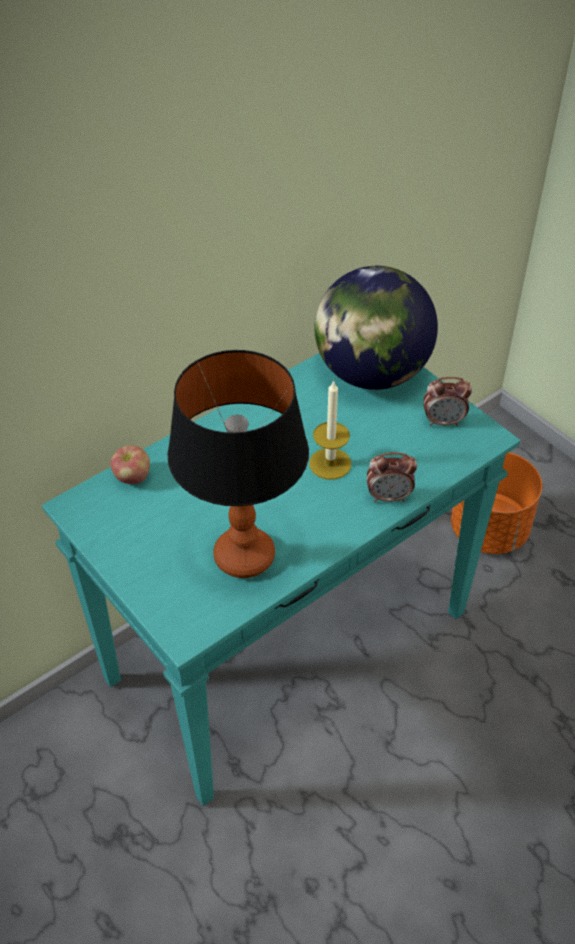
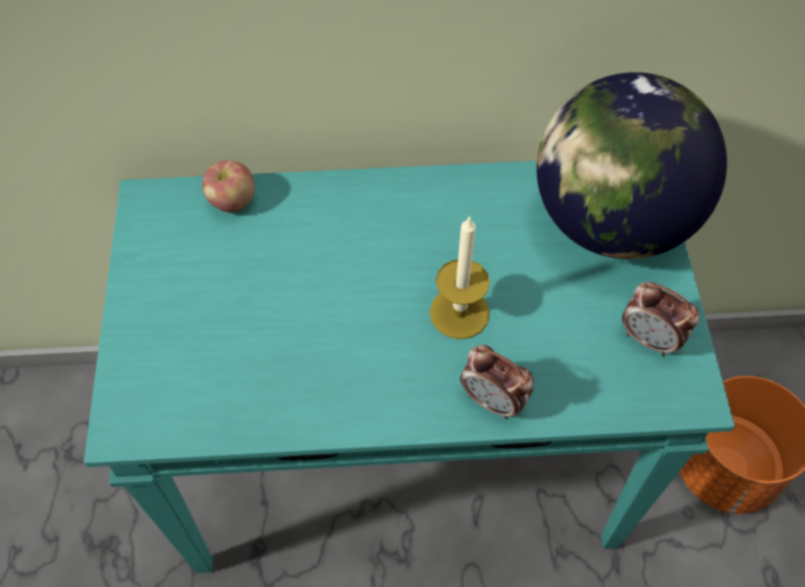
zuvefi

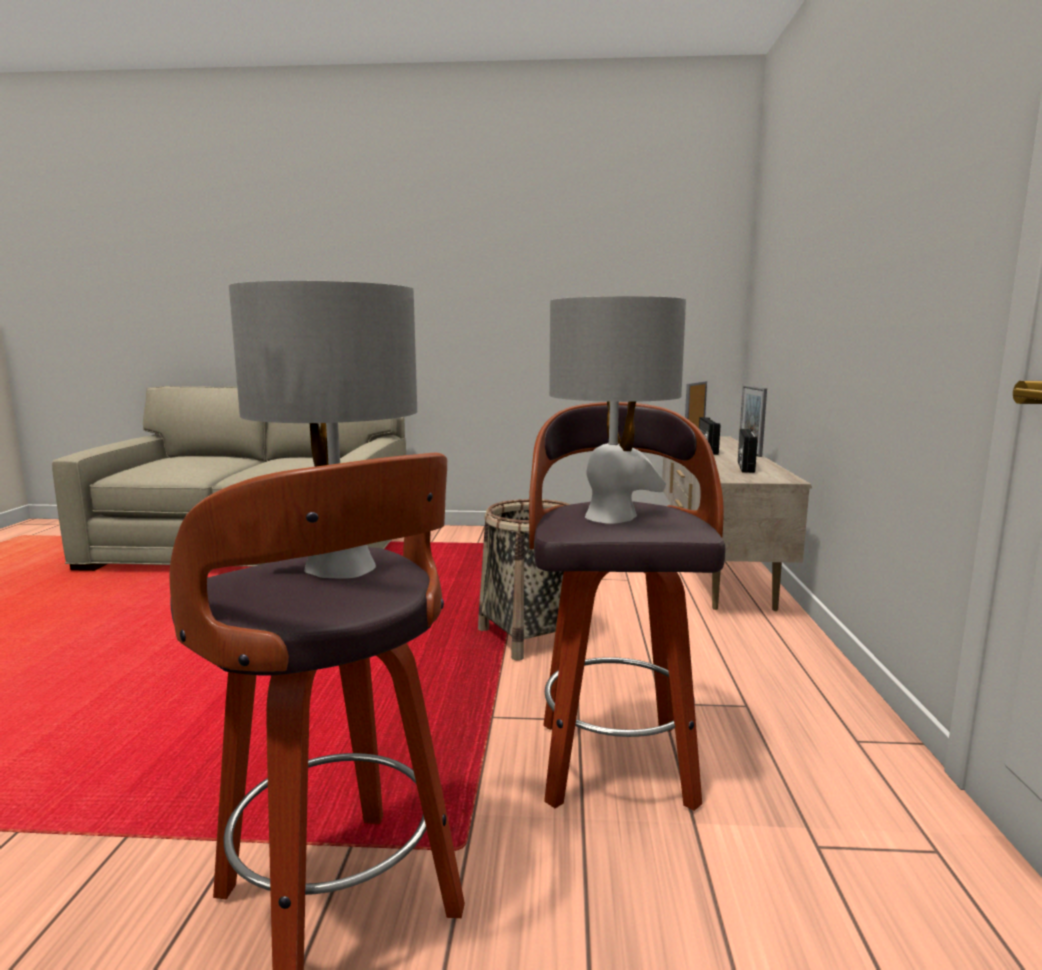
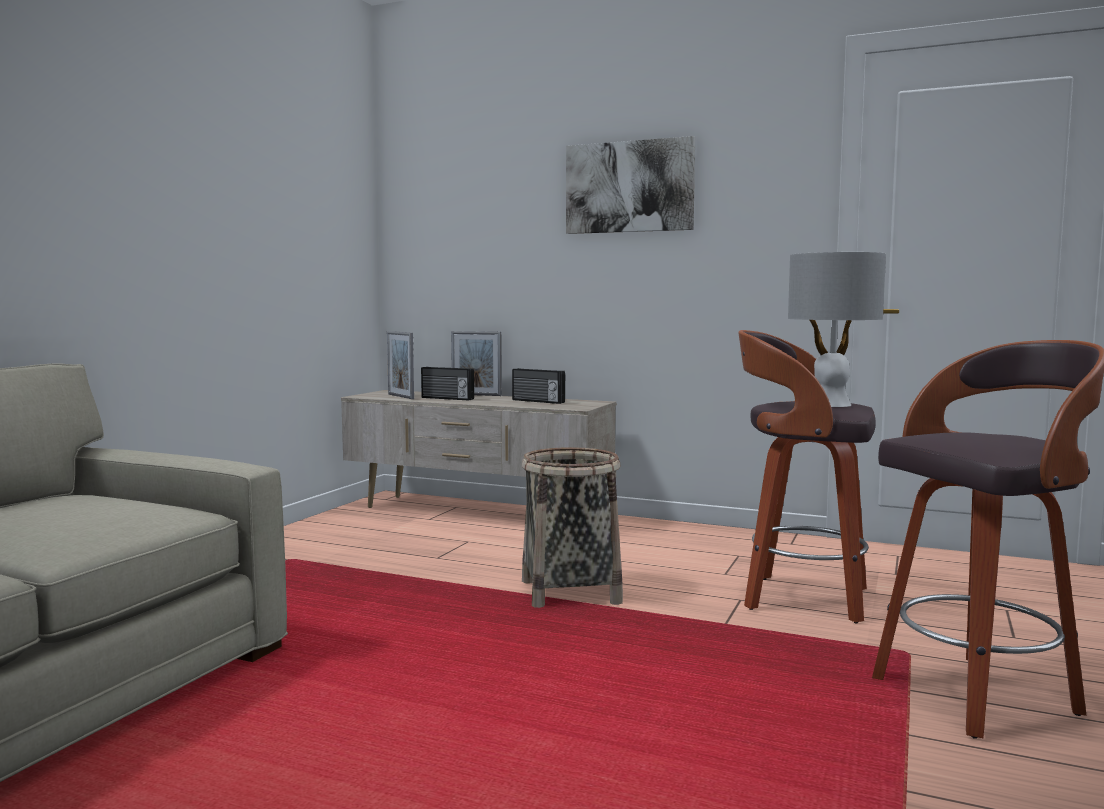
zuvefi (grey) (no. 1 from left in the first image); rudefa

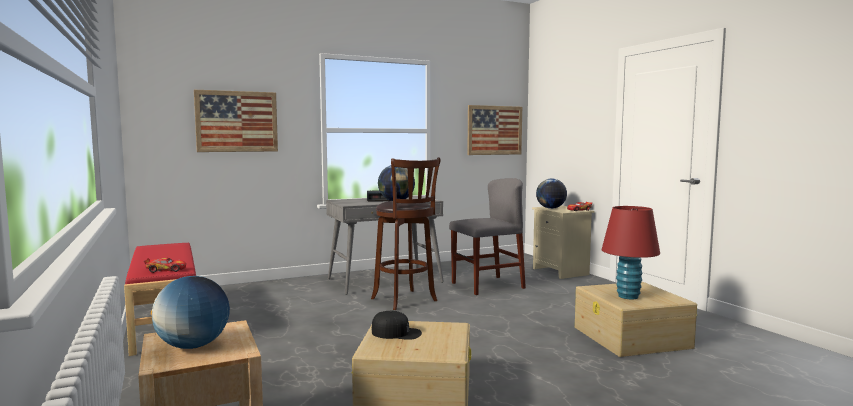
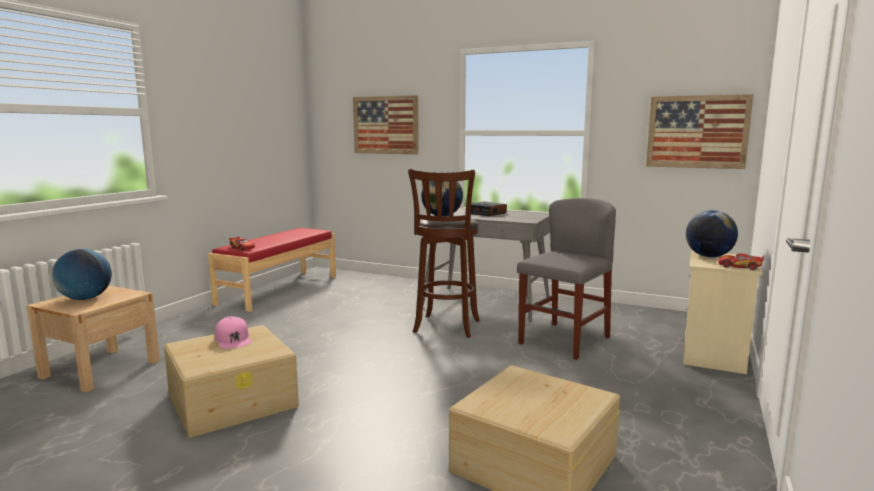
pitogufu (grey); zuvefi (red); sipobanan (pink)

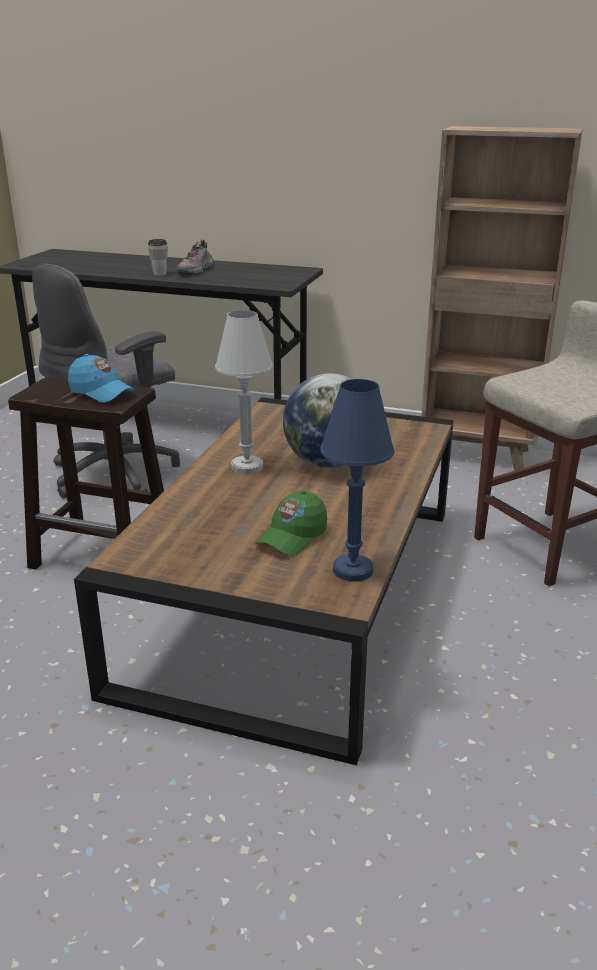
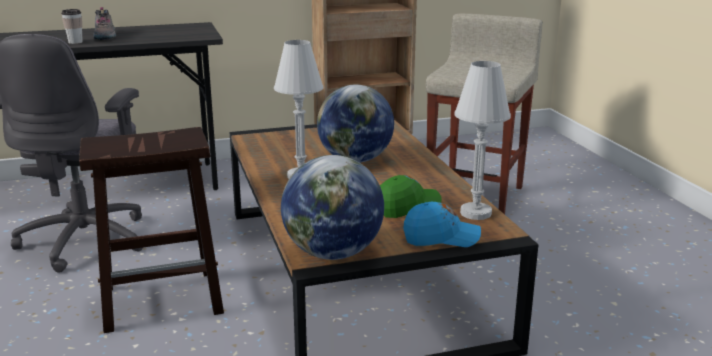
sipobanan (blue); zuvefi (white) (no. 2 from left); sipobanan (green); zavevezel (no. 1 from left)

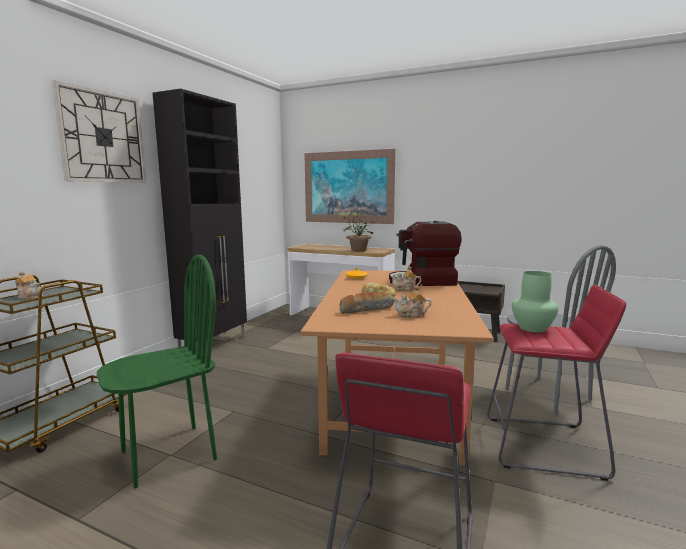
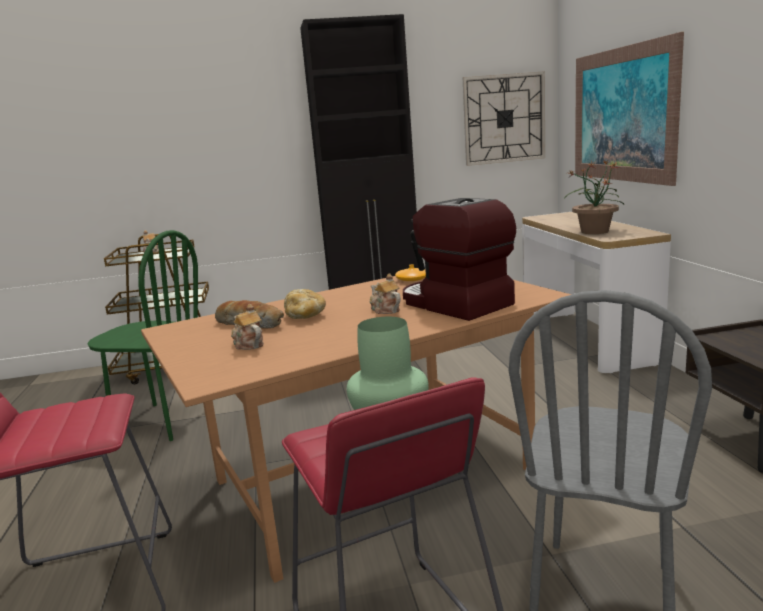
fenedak

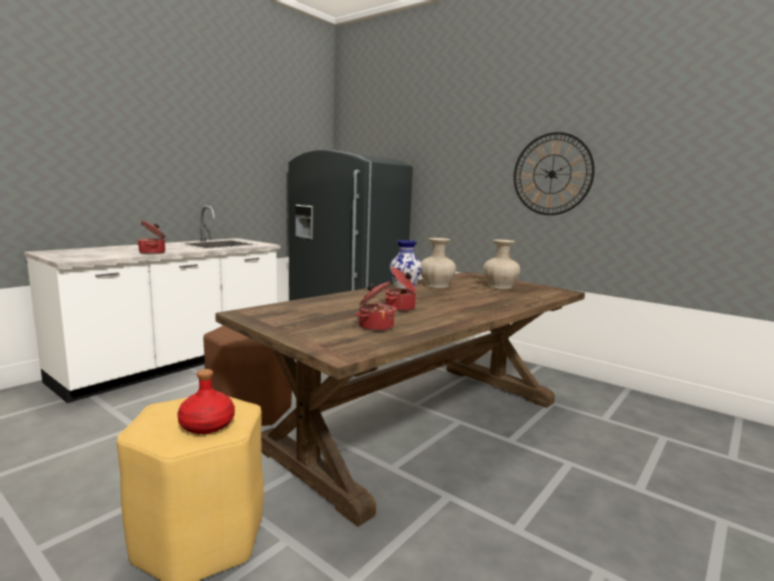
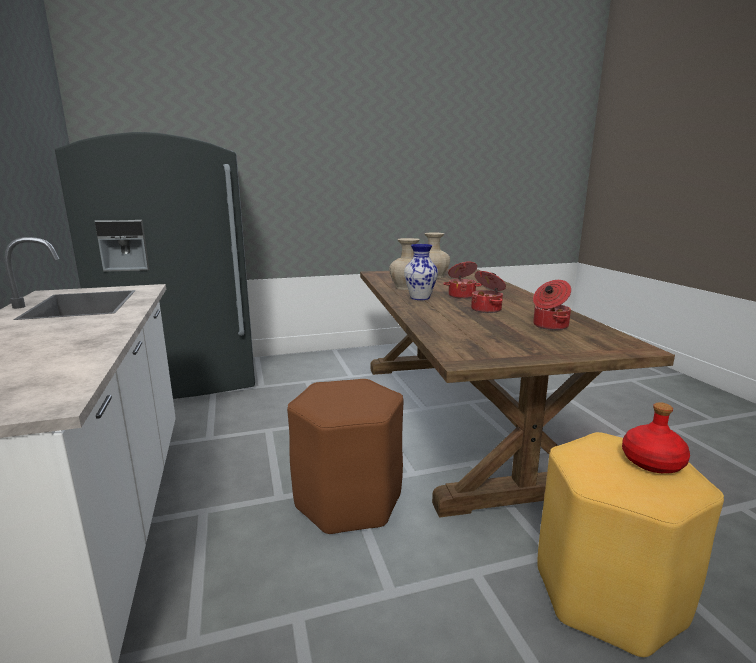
fenedak; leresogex (no. 1 from left)

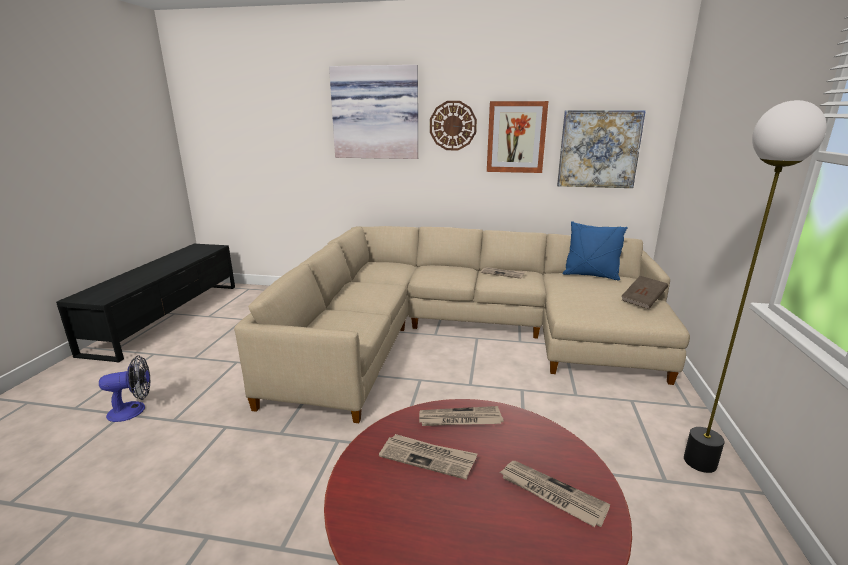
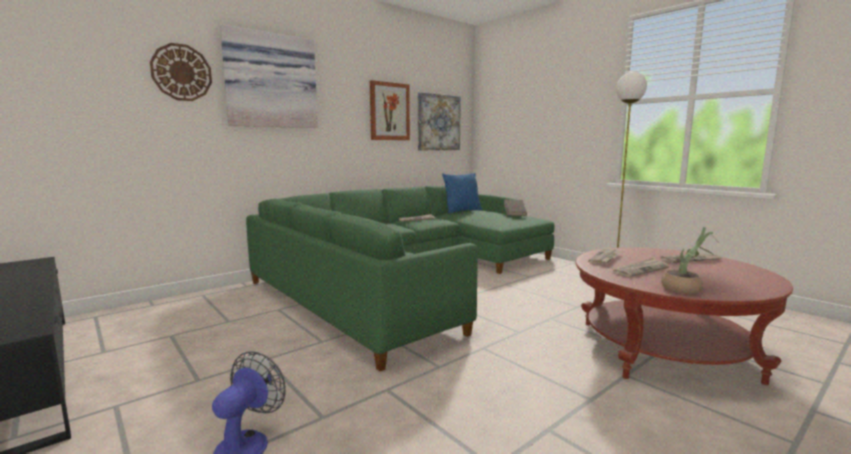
fenedak; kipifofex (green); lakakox

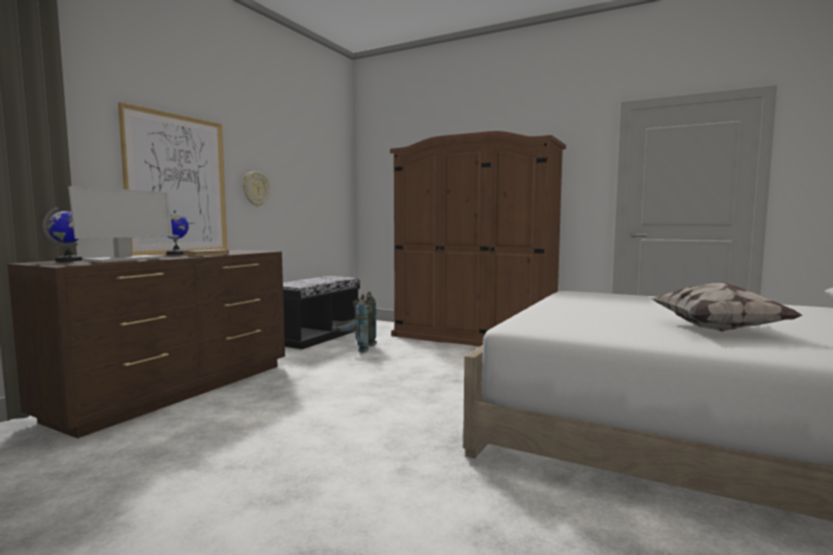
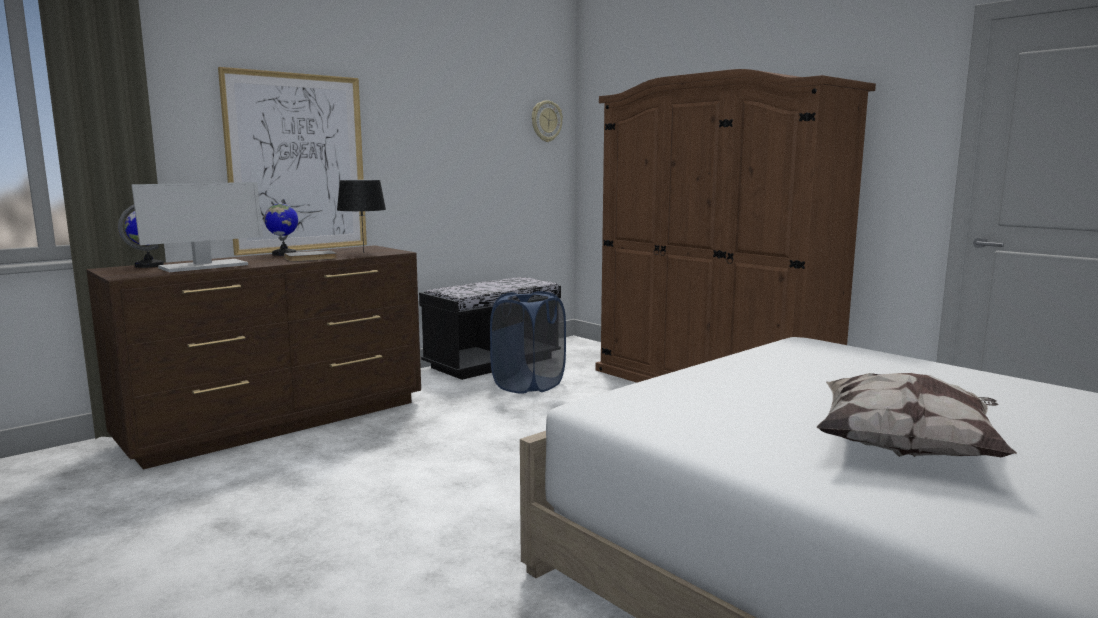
fenedak; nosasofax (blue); zuvefi (black)

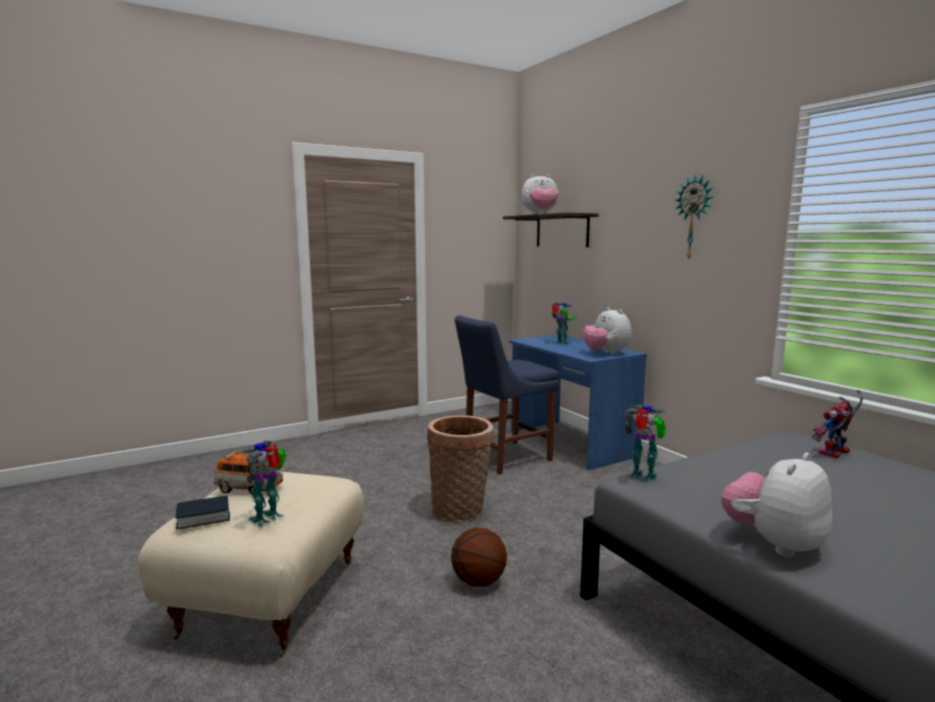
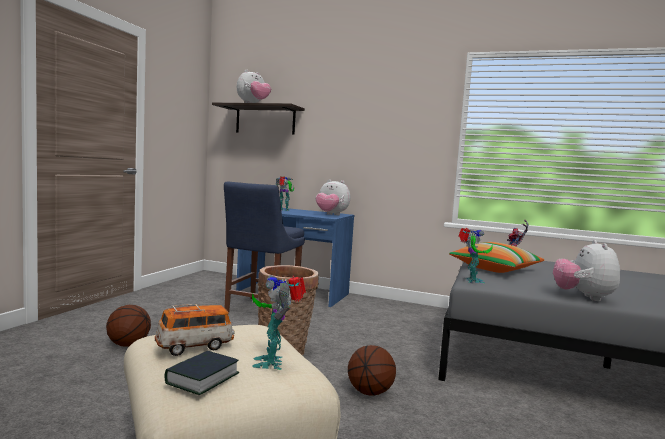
fenedak; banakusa (no. 3 from left); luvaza; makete (no. 1 from left)

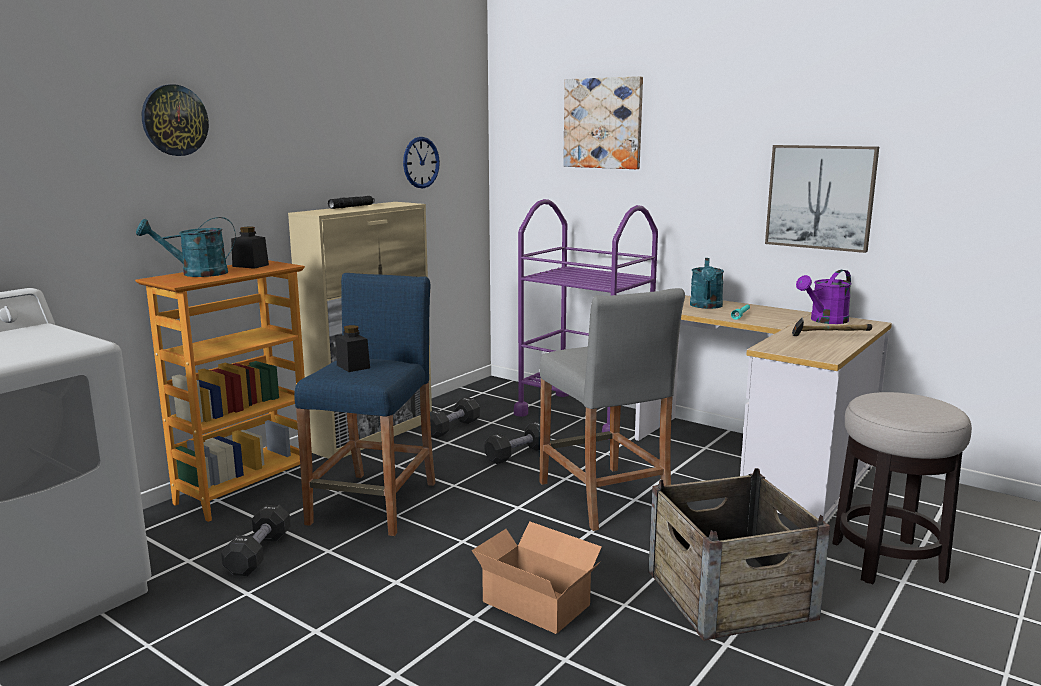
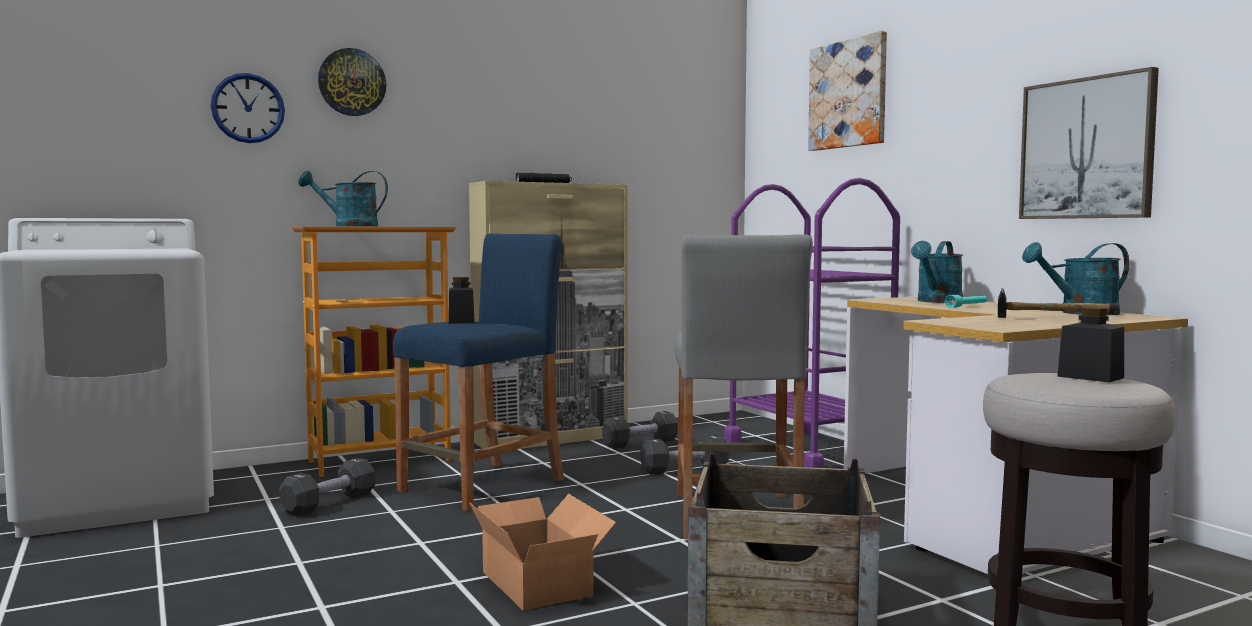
fenedak (no. 1 from left); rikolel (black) (no. 2 from left); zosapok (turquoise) (no. 3 from left)

